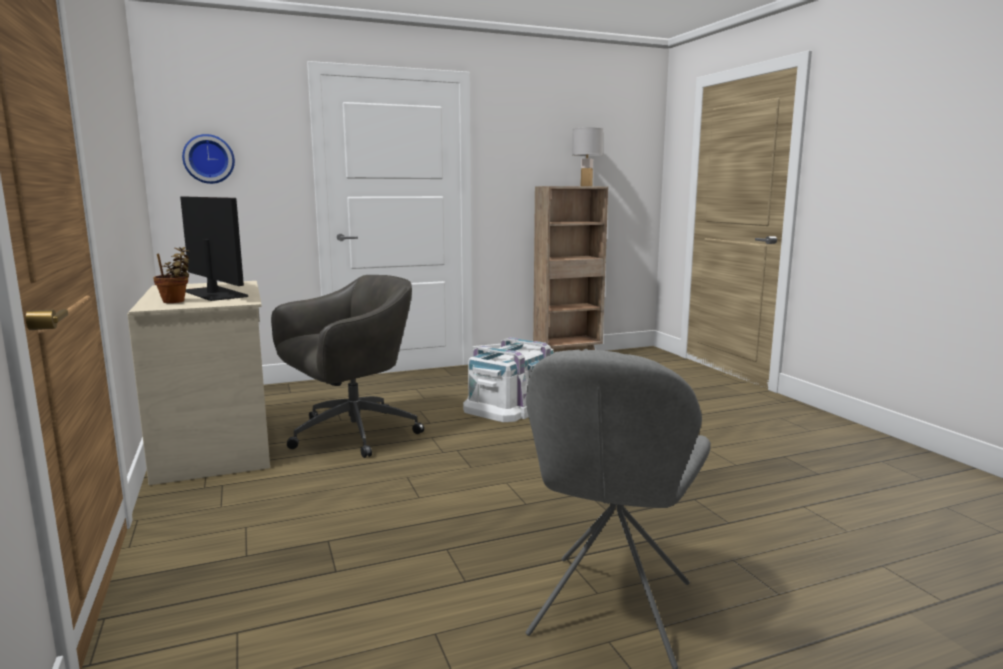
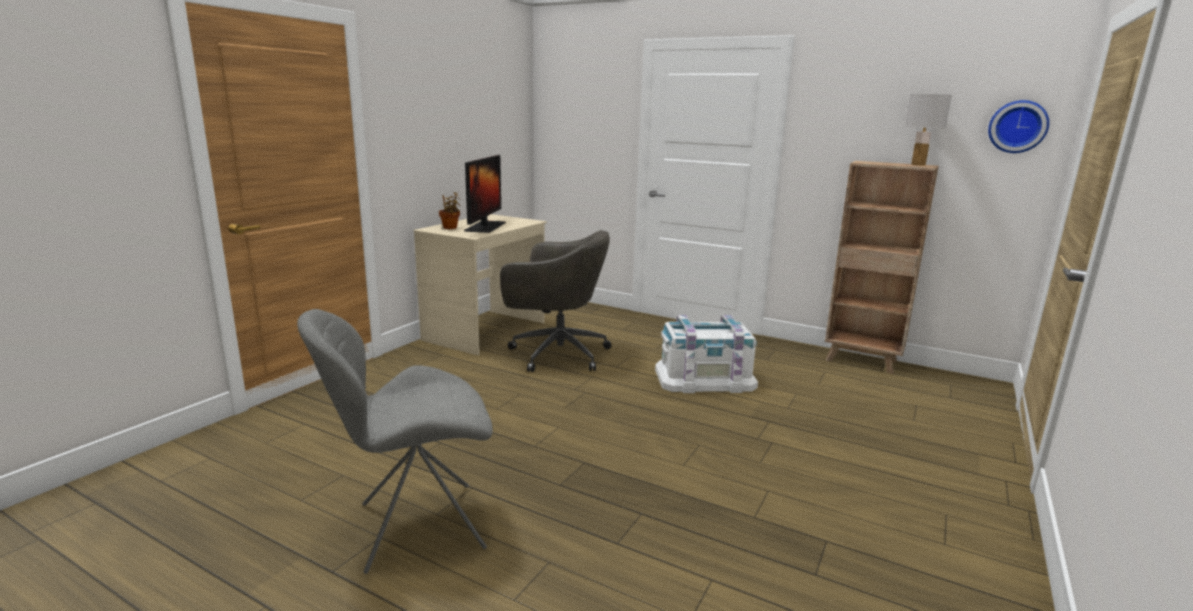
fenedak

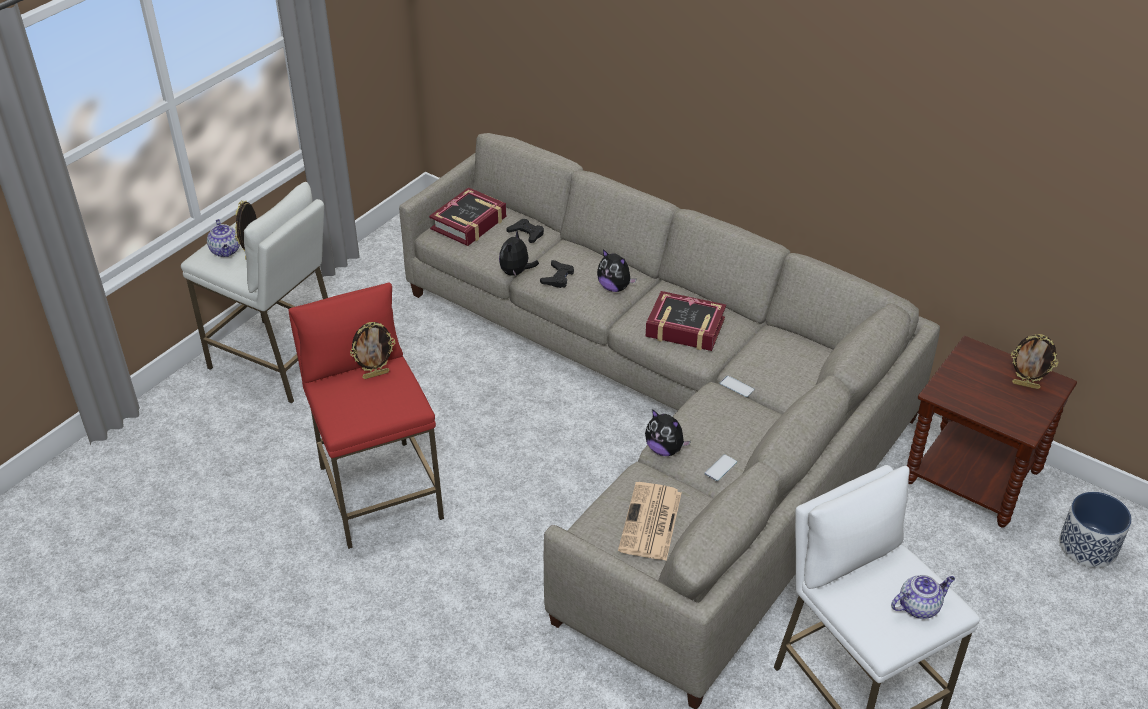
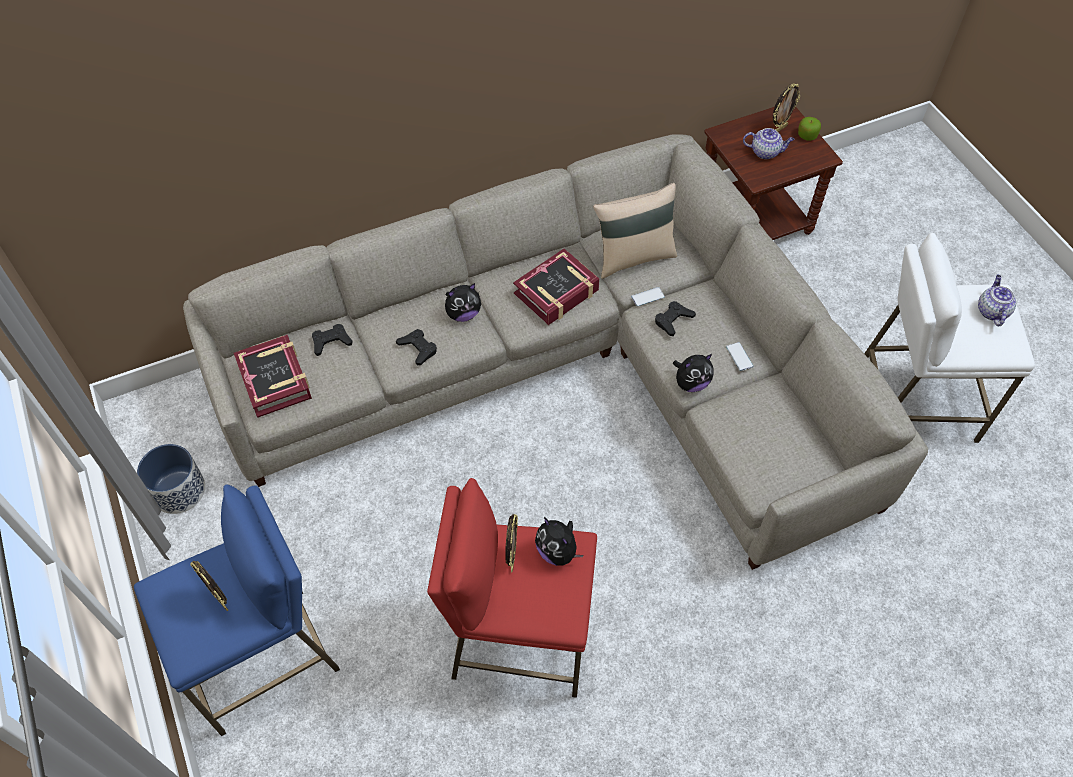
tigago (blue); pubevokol (no. 1 from left); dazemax (no. 2 from left); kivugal; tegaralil; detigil; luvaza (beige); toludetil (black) (no. 3 from left)

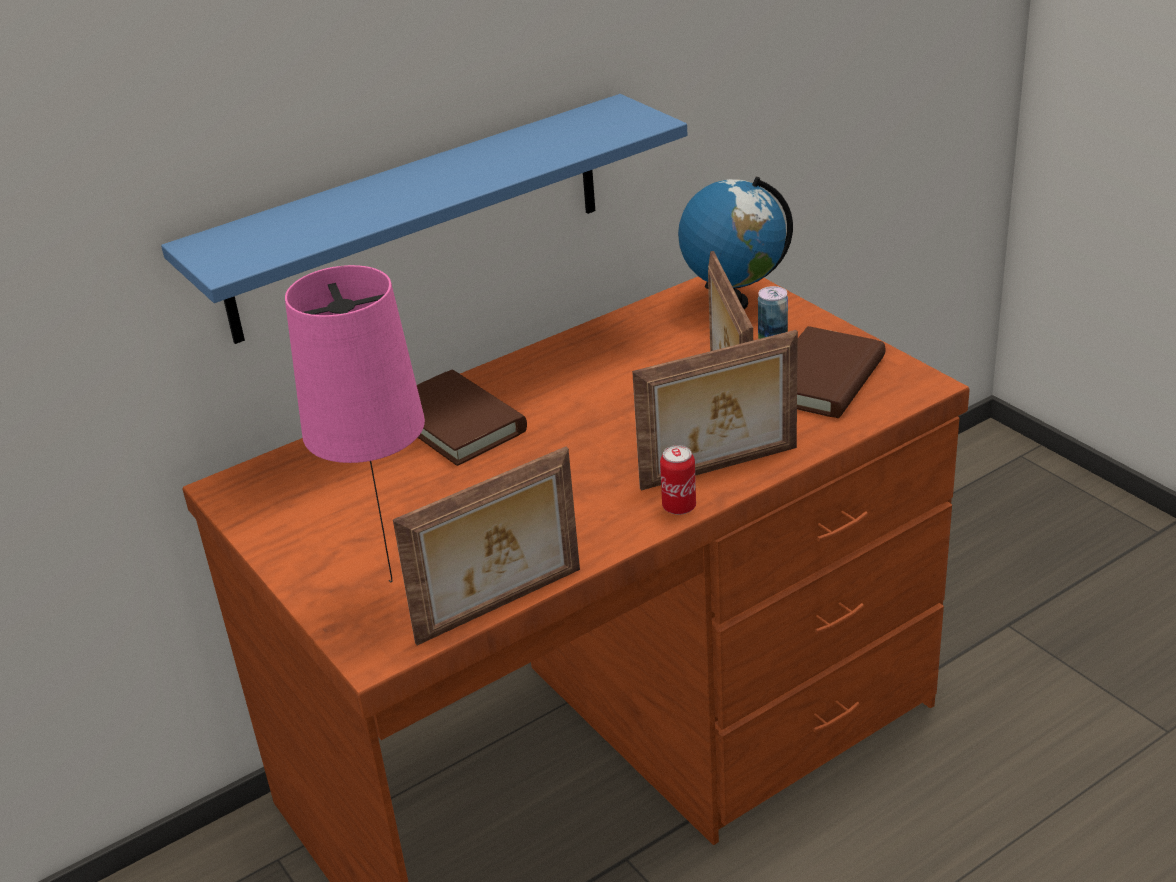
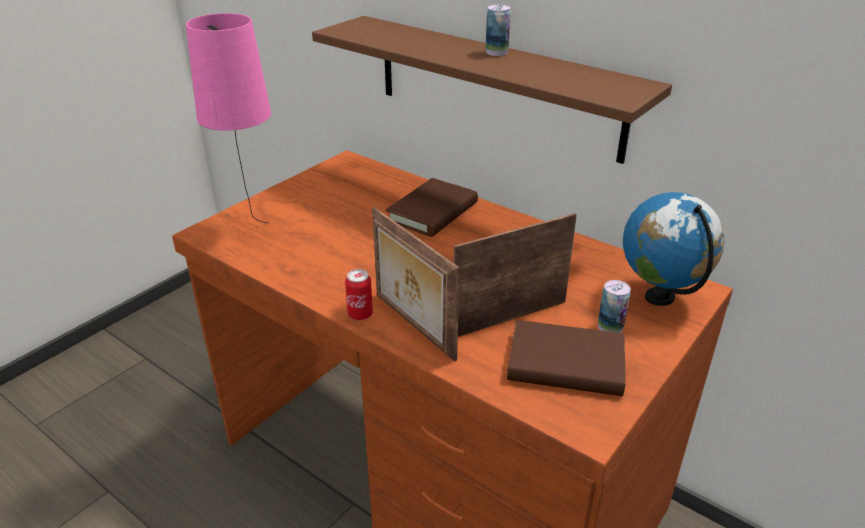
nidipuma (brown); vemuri (no. 1 from left in the first image); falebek (no. 2 from left)

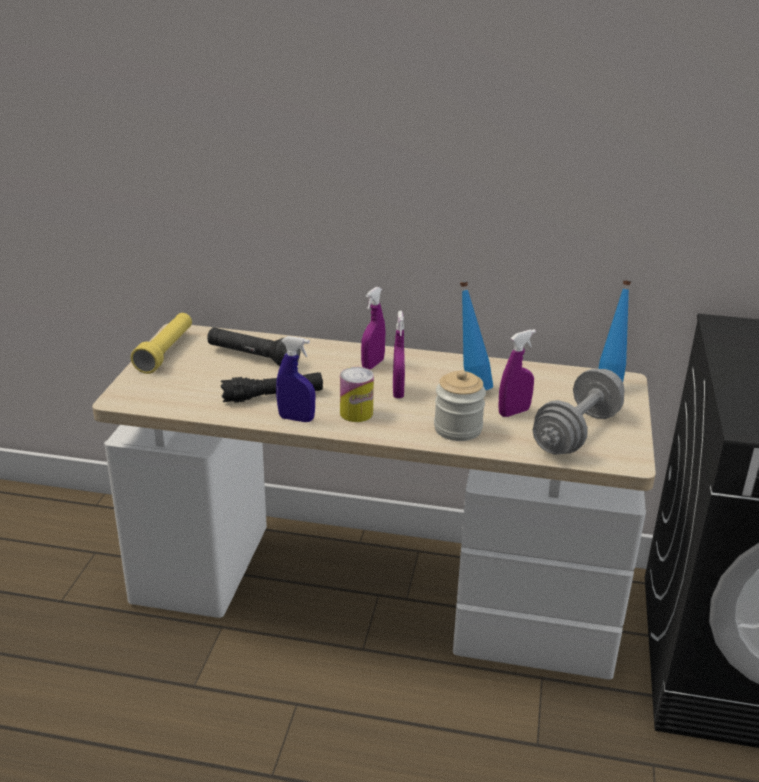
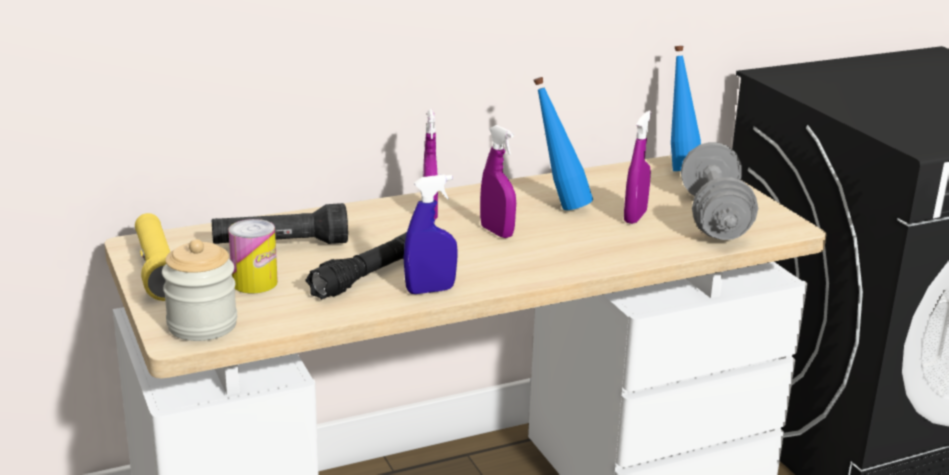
falebek; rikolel

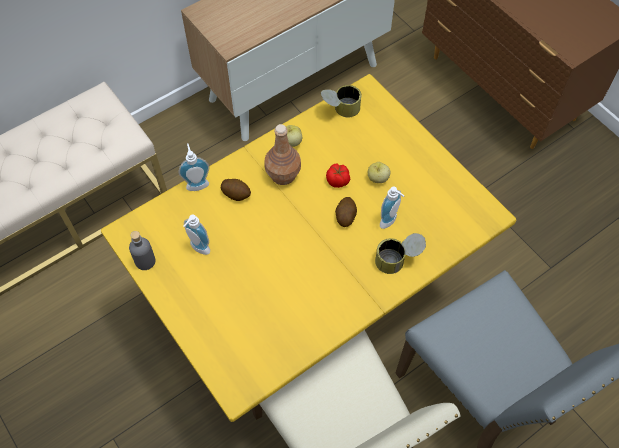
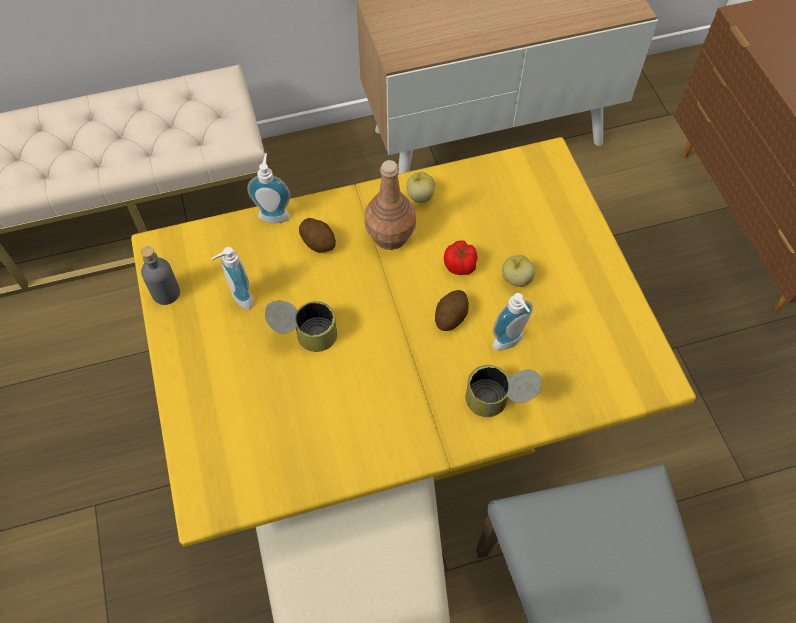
falebek (no. 1 from left)

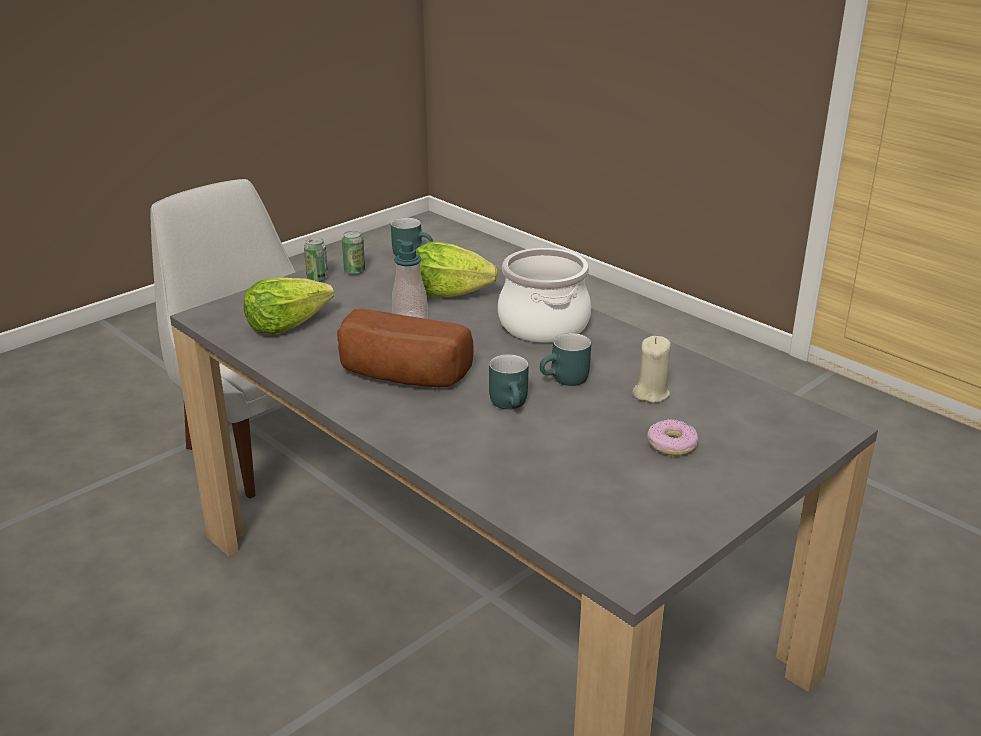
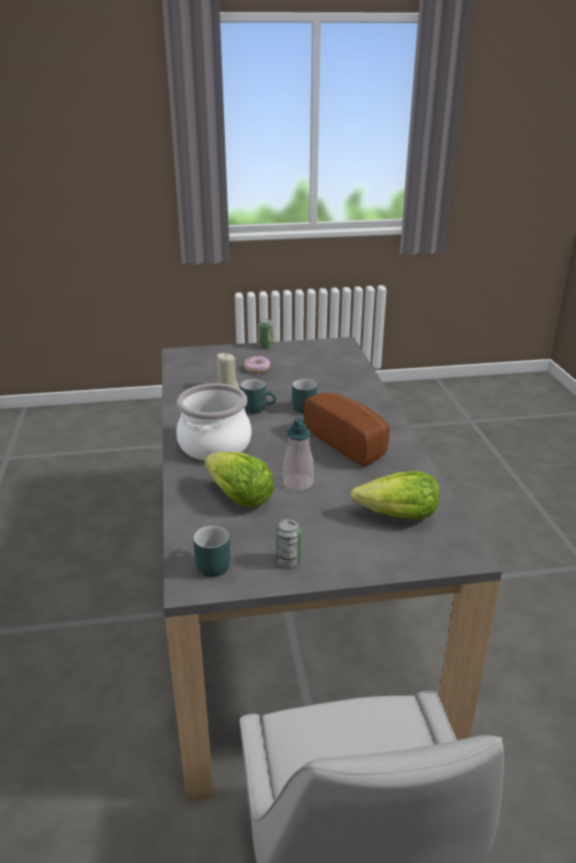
falebek (no. 1 from left)

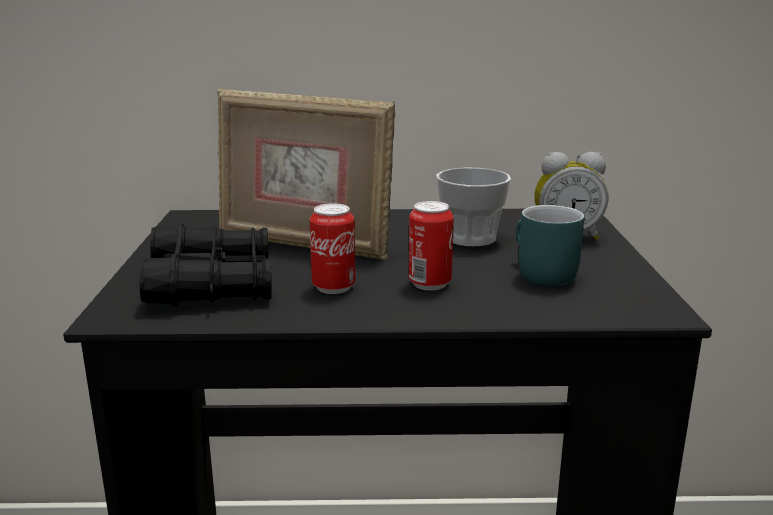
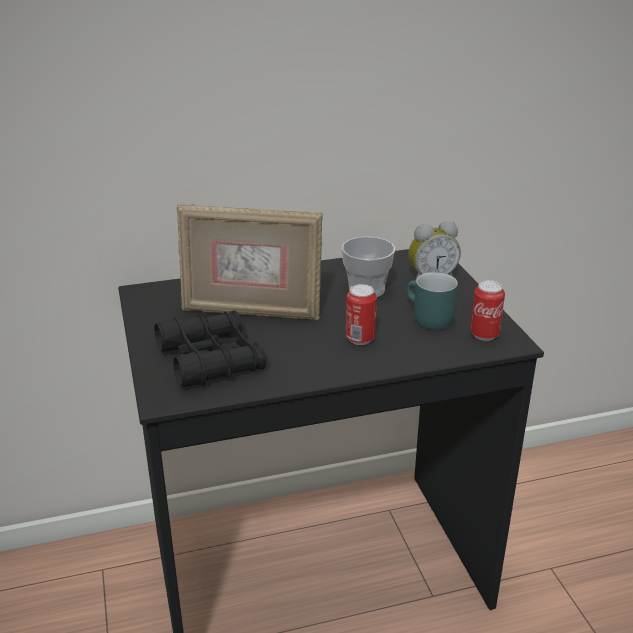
falebek (no. 2 from left)

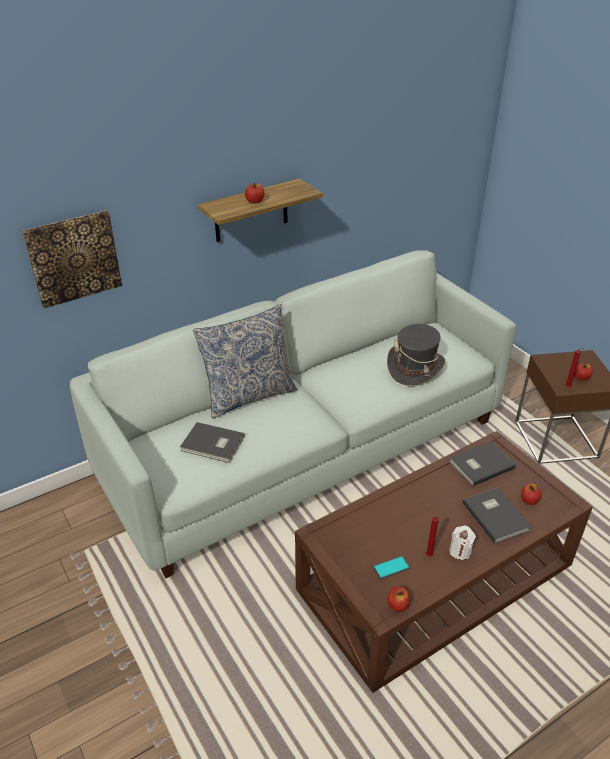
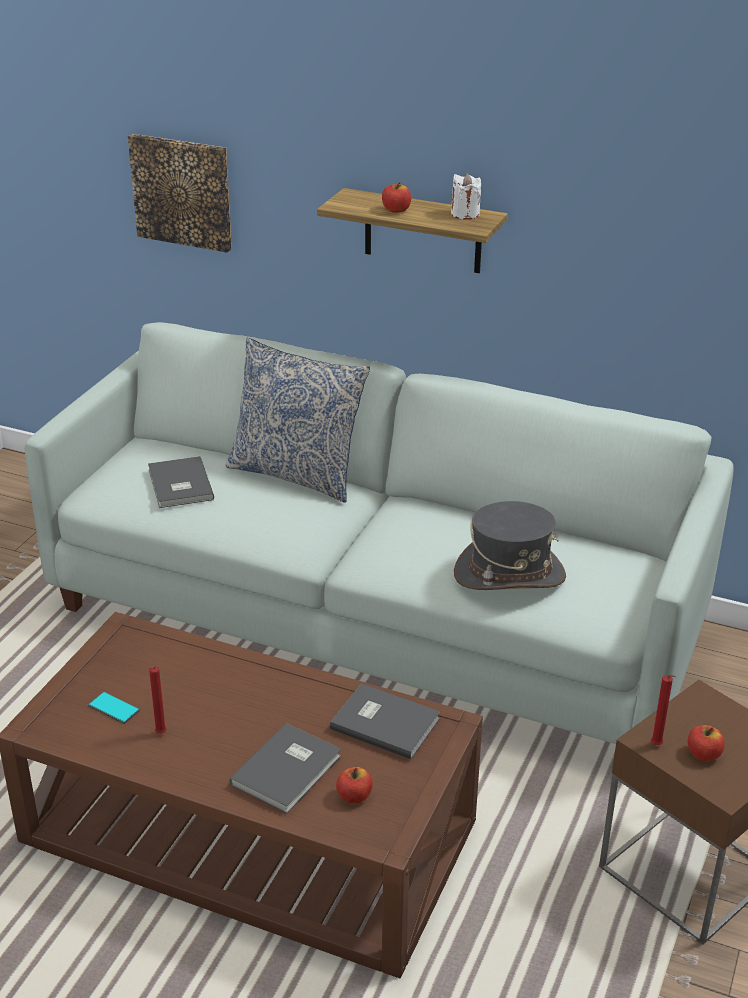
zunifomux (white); detigil (no. 2 from left in the first image)

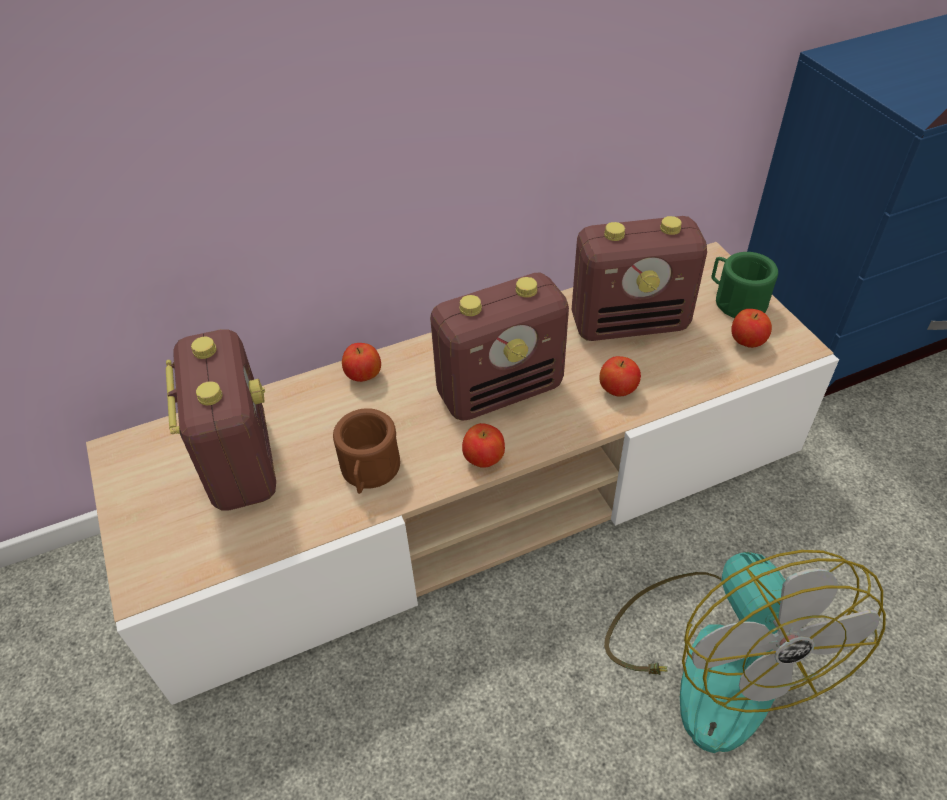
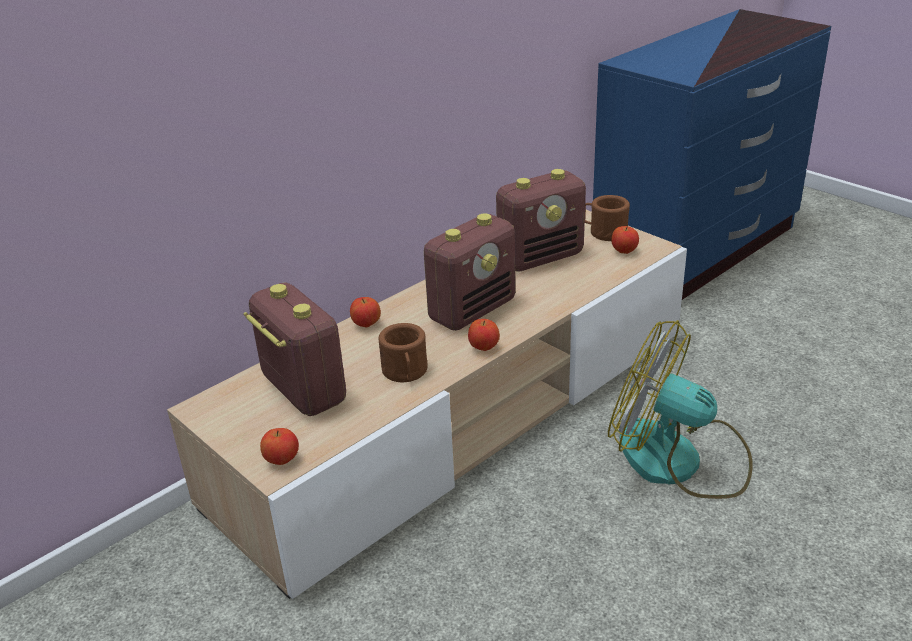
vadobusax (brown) (no. 2 from left); detigil (no. 1 from left); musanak

